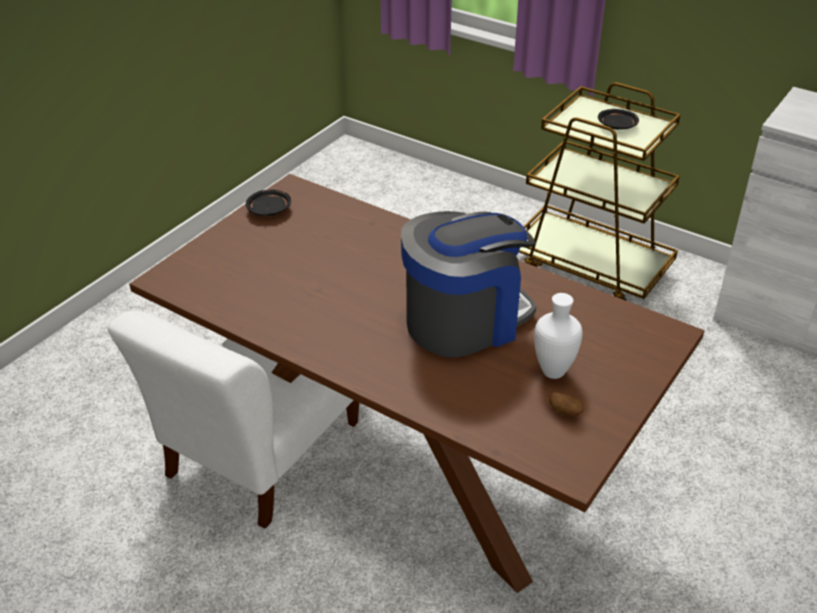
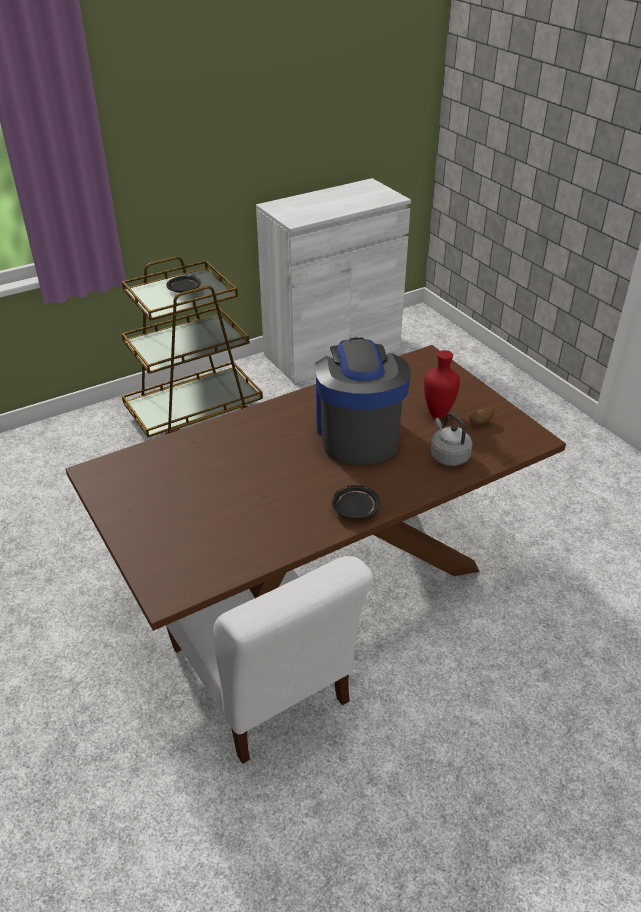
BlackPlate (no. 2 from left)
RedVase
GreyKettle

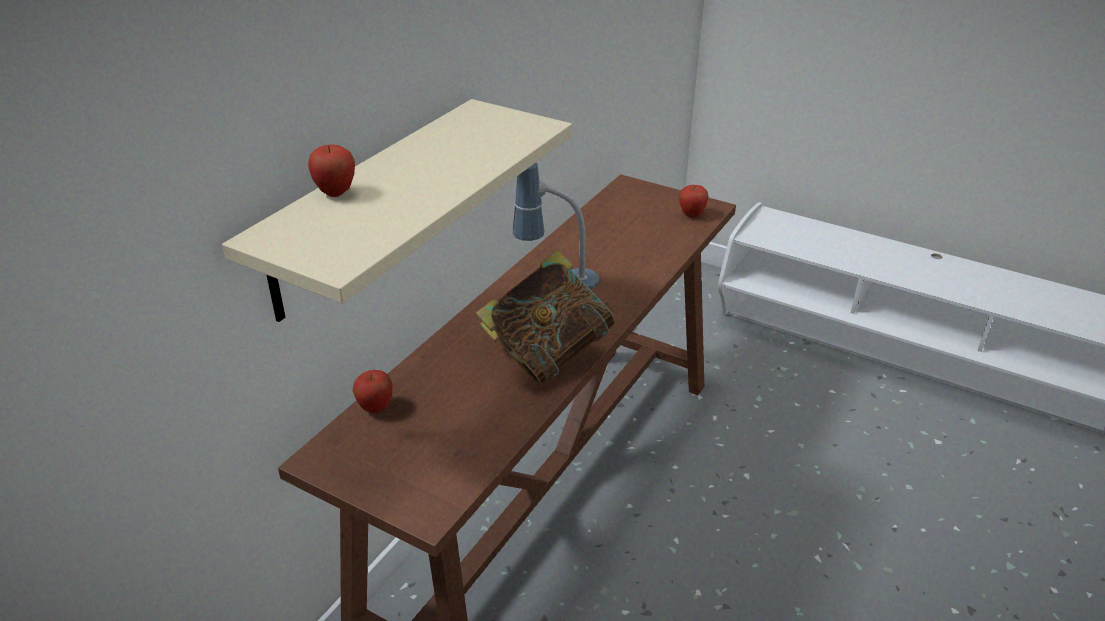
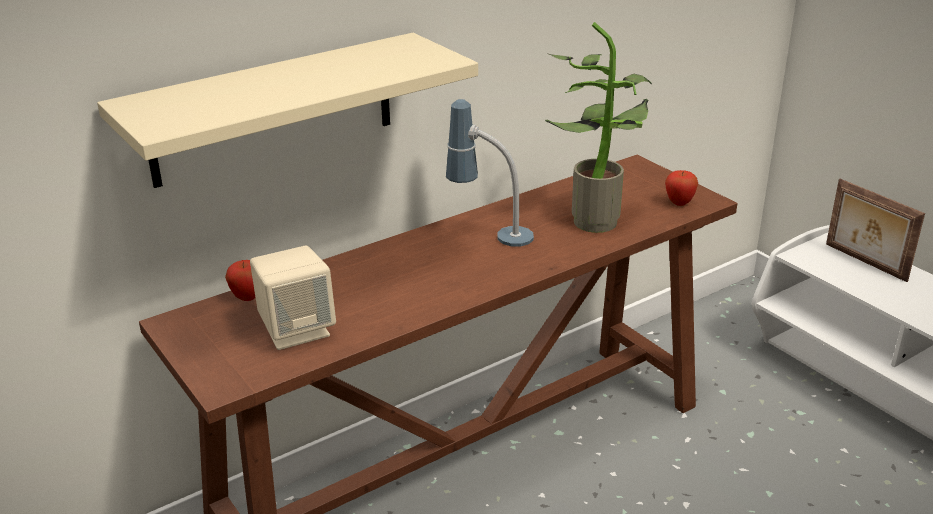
Apple (no. 1 from left in the first image)
Book
BeigeSpeaker
PottedPlant
PictureFrame

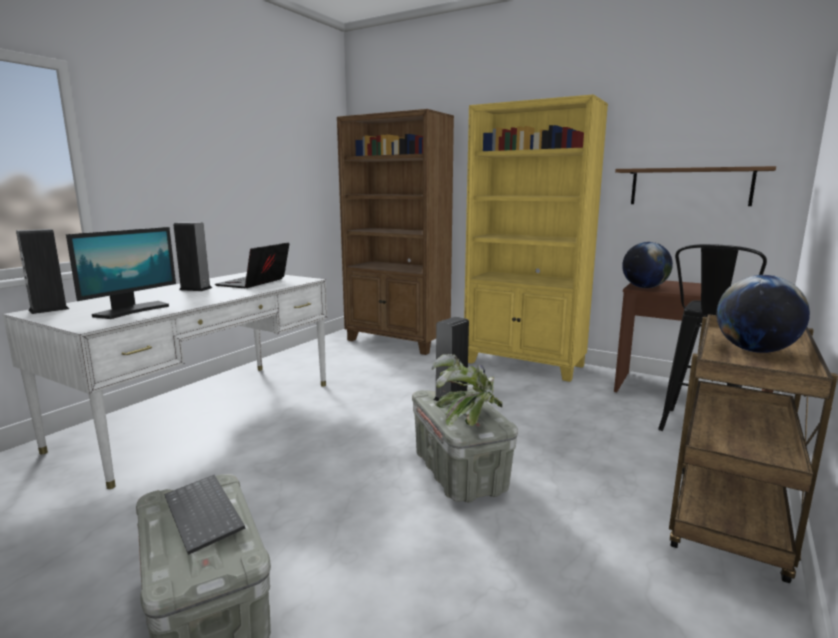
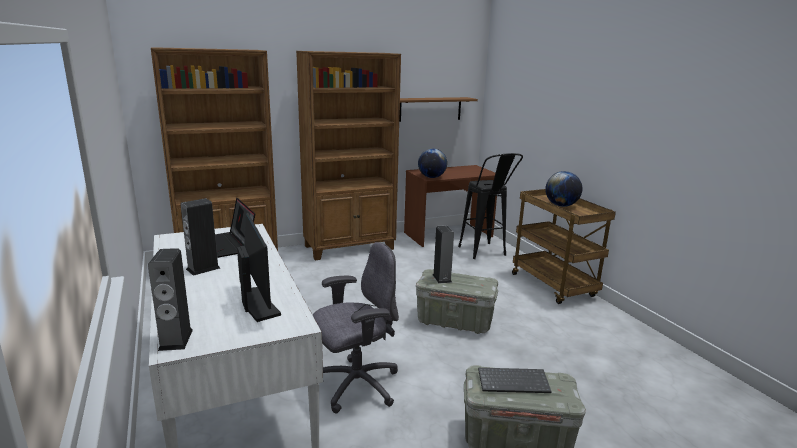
PottedPlant
BrownBookcase (no. 2 from left)
GreyOfficeChair

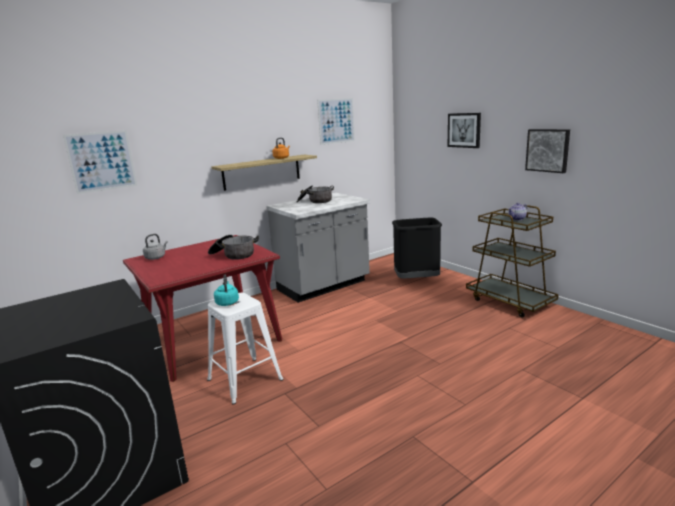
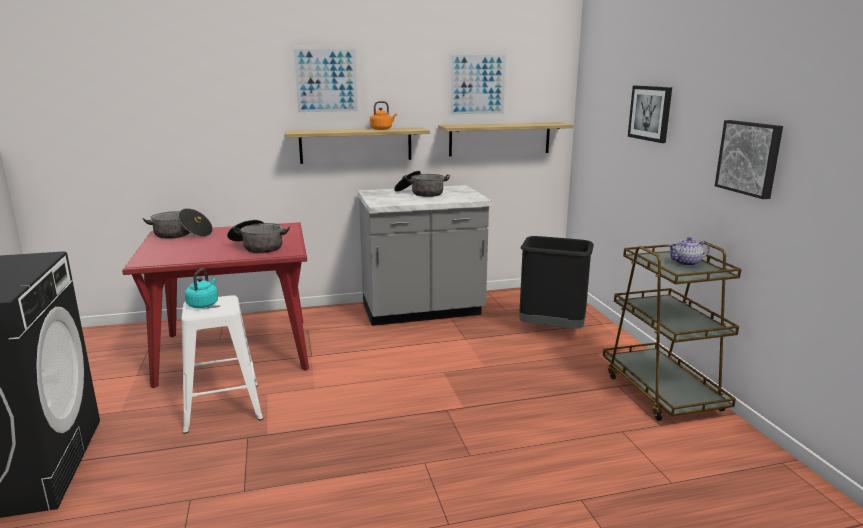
Picture (no. 1 from left)
CookingPot (no. 1 from left)
Shelf (no. 2 from left)

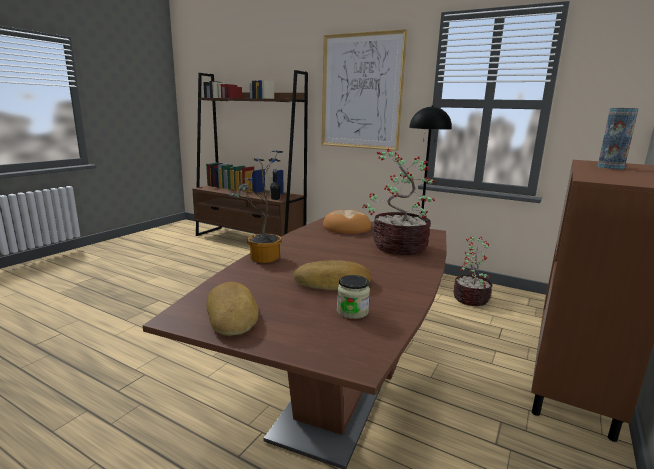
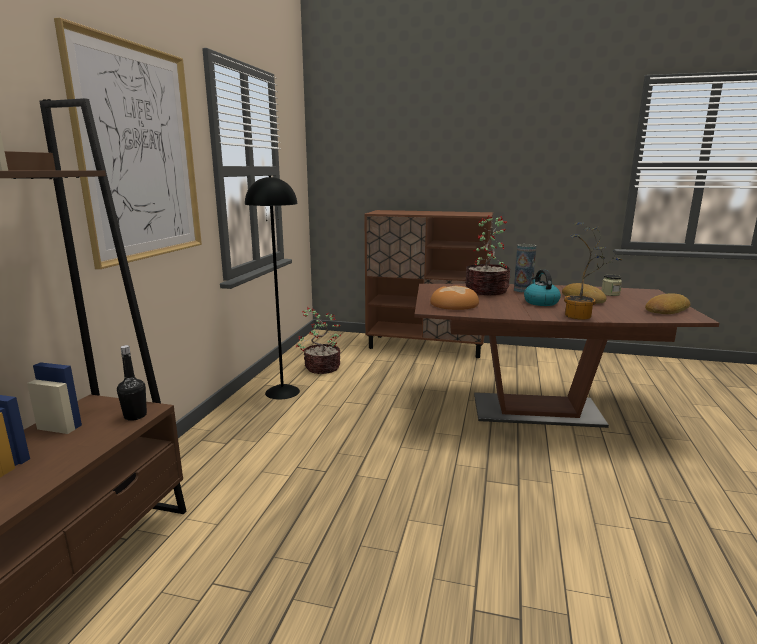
Vase
Kettle

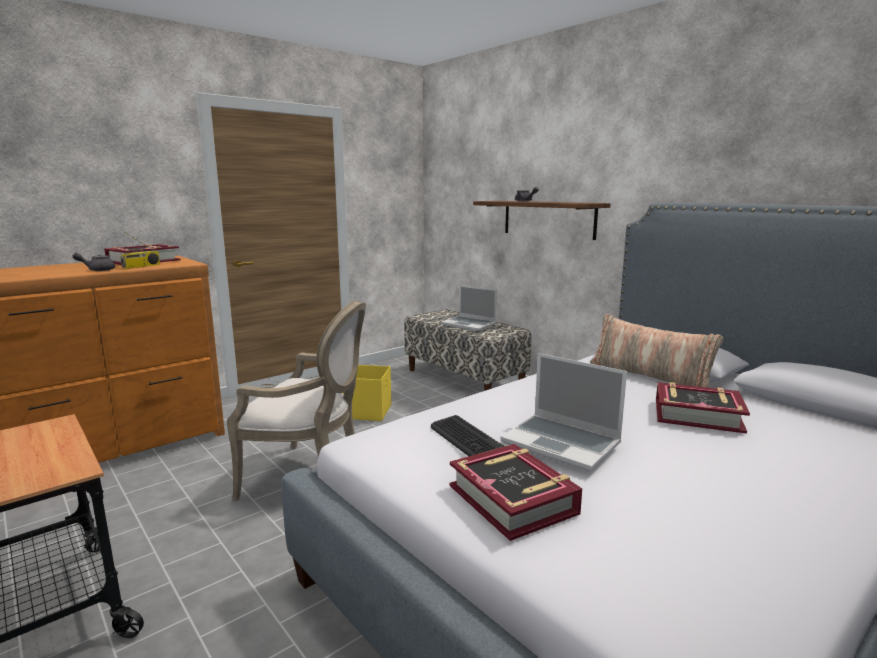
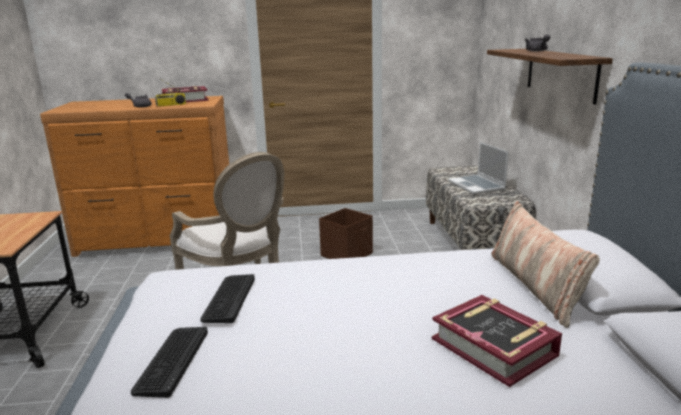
BrownStorageBox
Keyboard (no. 1 from left)
Laptop (no. 2 from left in the first image)

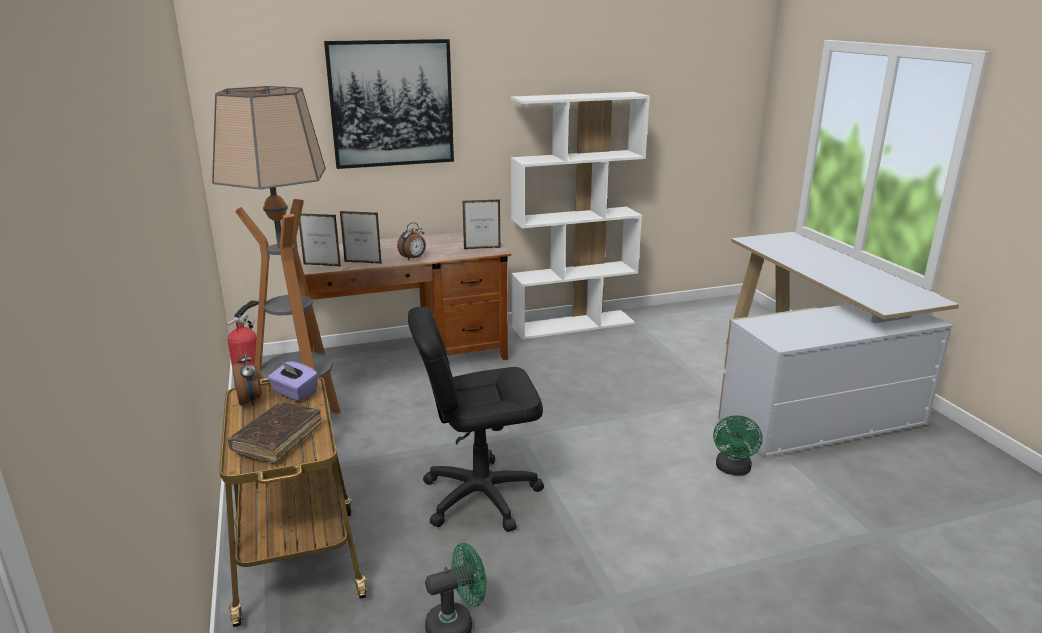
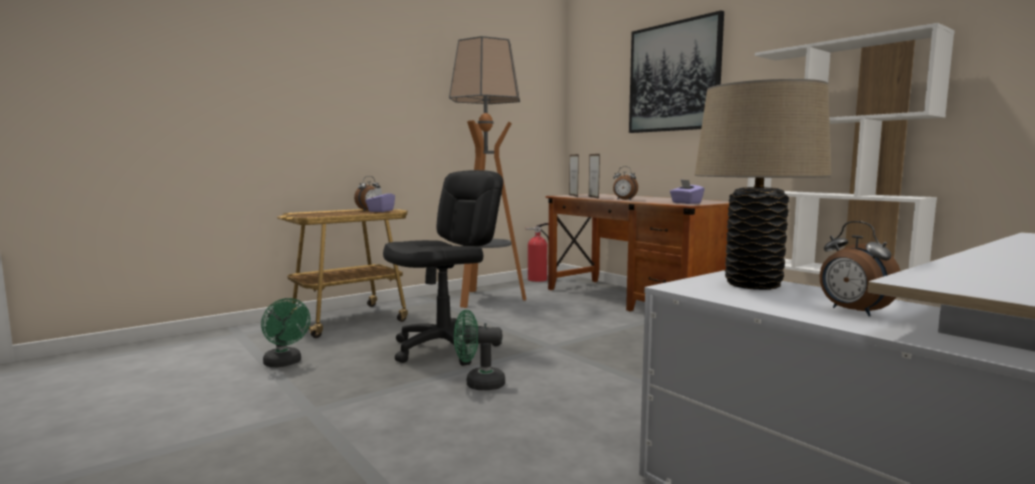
BrownBook
BlackOfficeChair
PurpleTissueBox (no. 2 from left)
GreenFan (no. 2 from left)
BeigeTableLamp
AlarmClock (no. 3 from left)

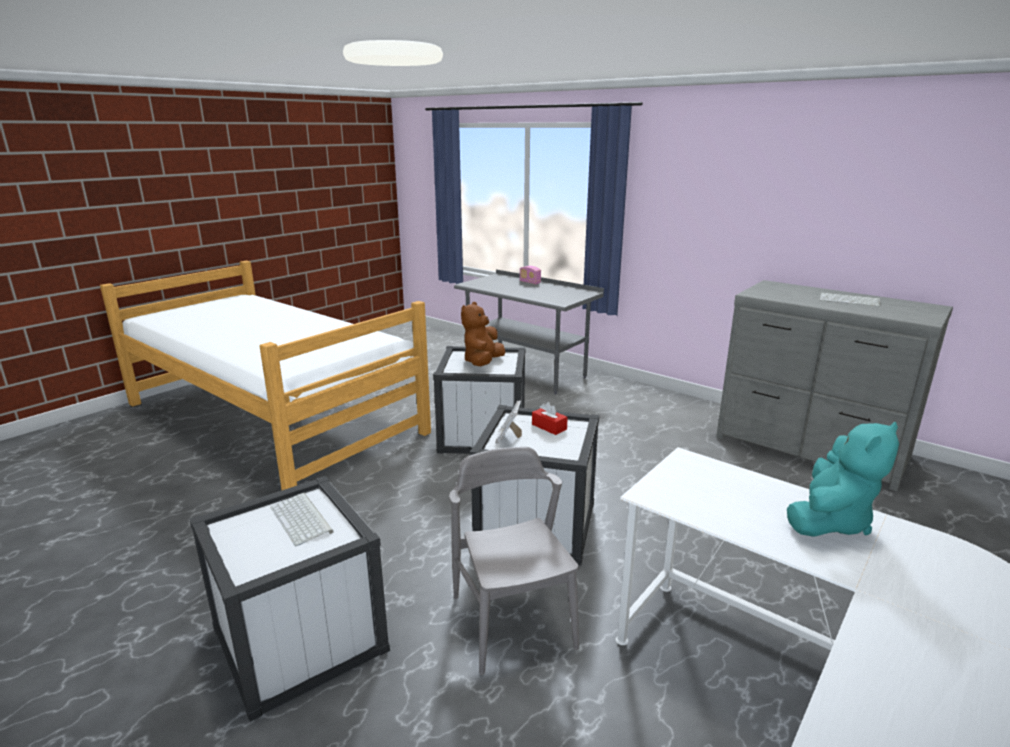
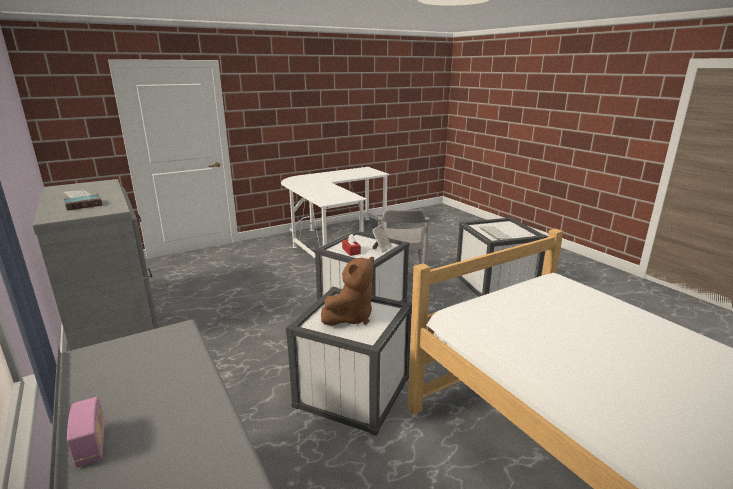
TurquoisePlushToy
Book

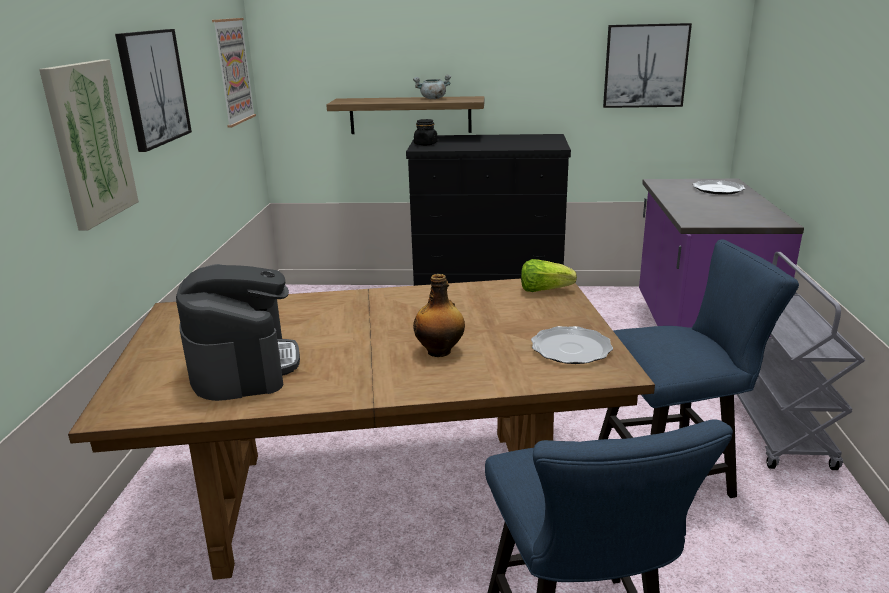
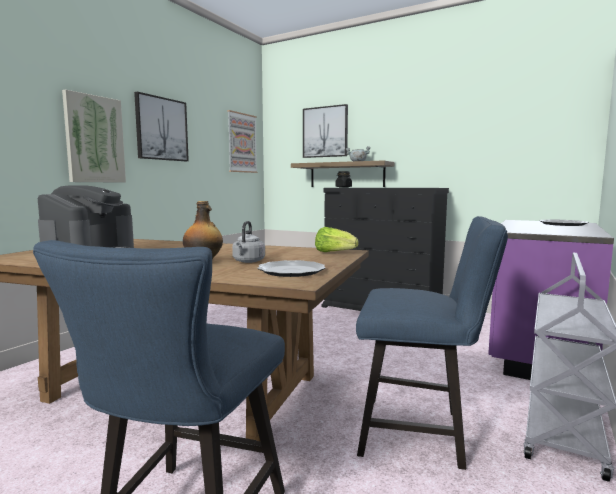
Picture (no. 4 from left)
GreyKettle

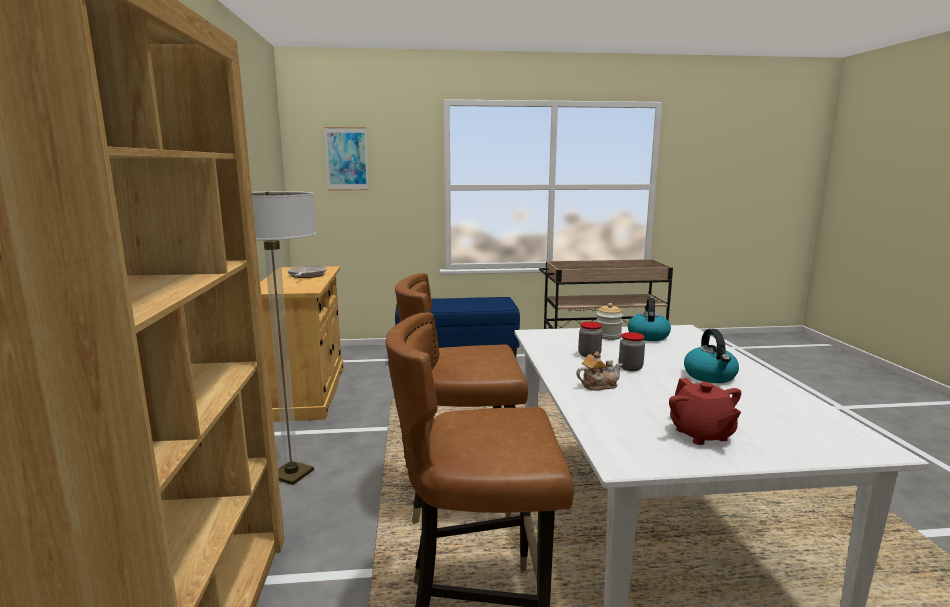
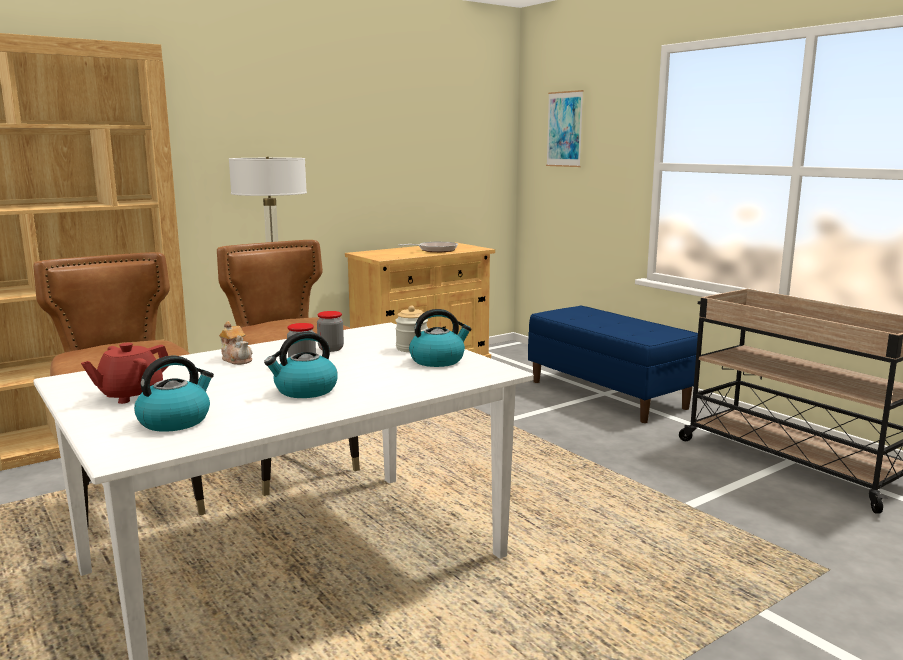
Kettle (no. 1 from left)

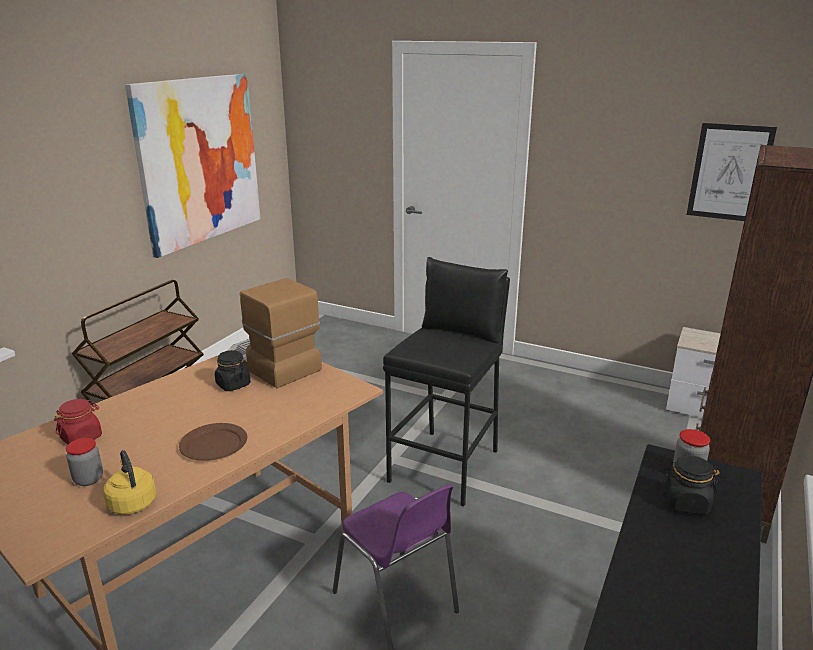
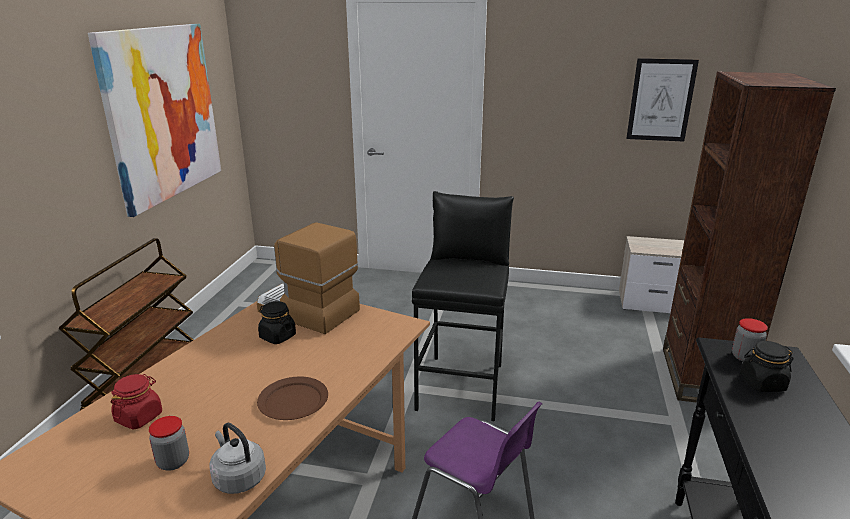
GreyKettle

